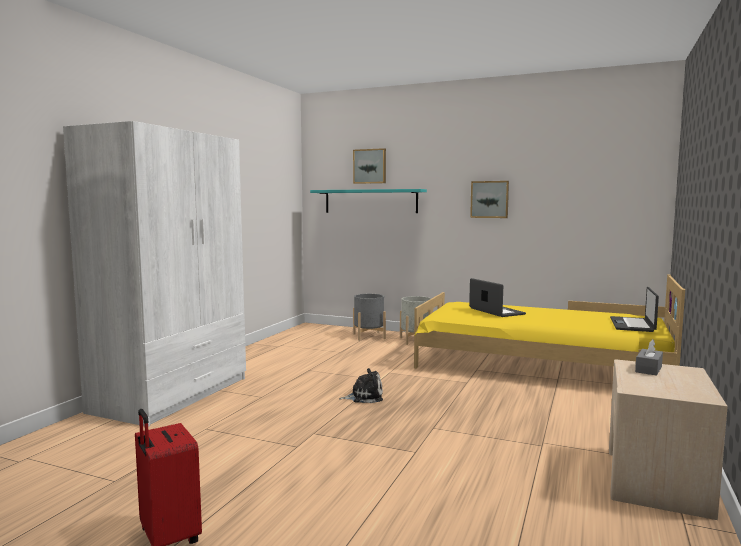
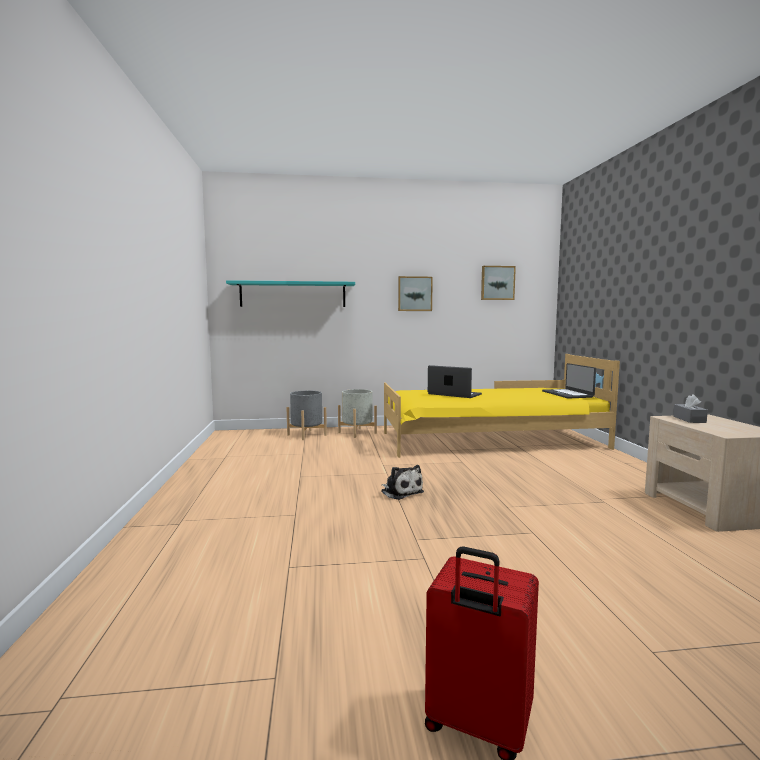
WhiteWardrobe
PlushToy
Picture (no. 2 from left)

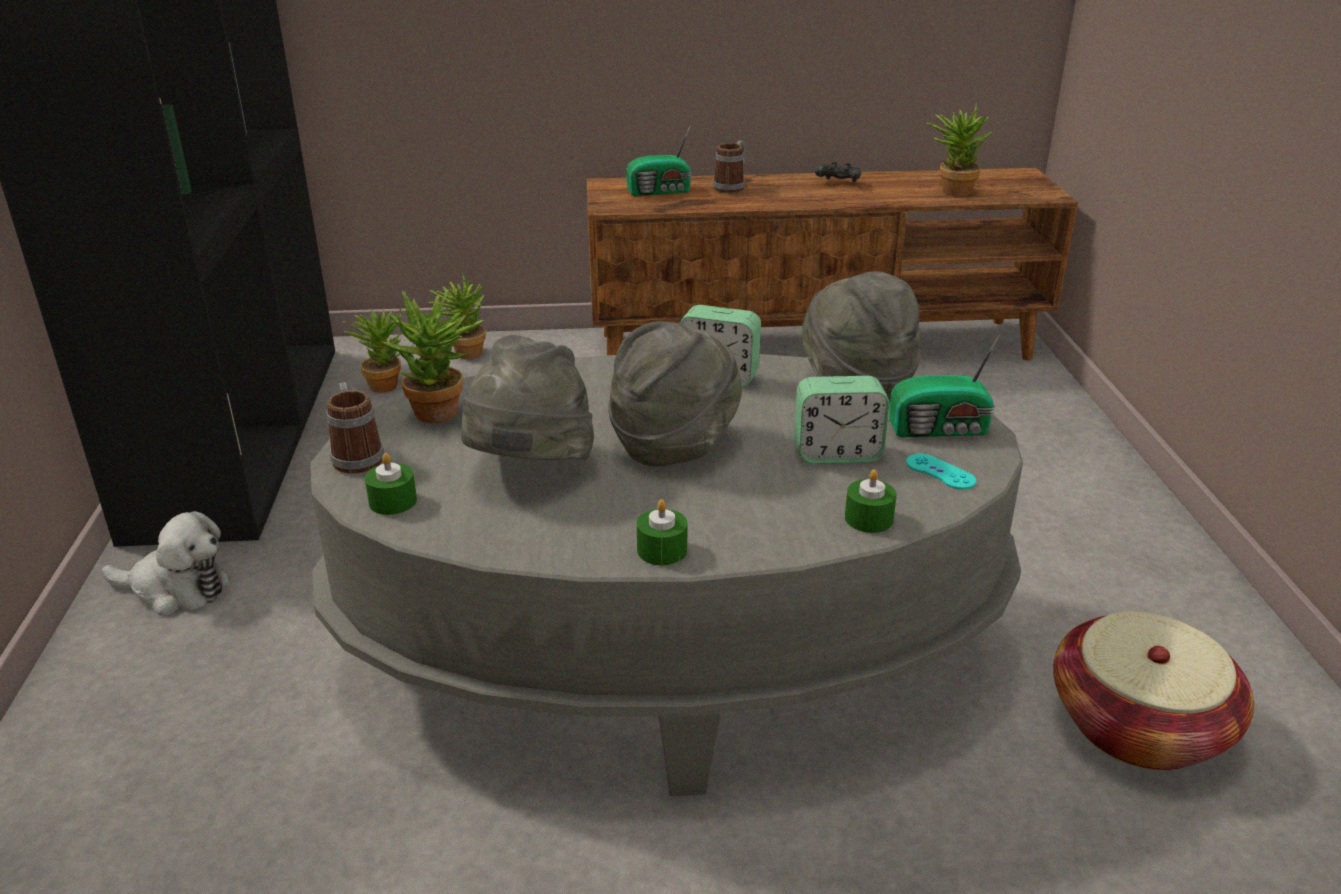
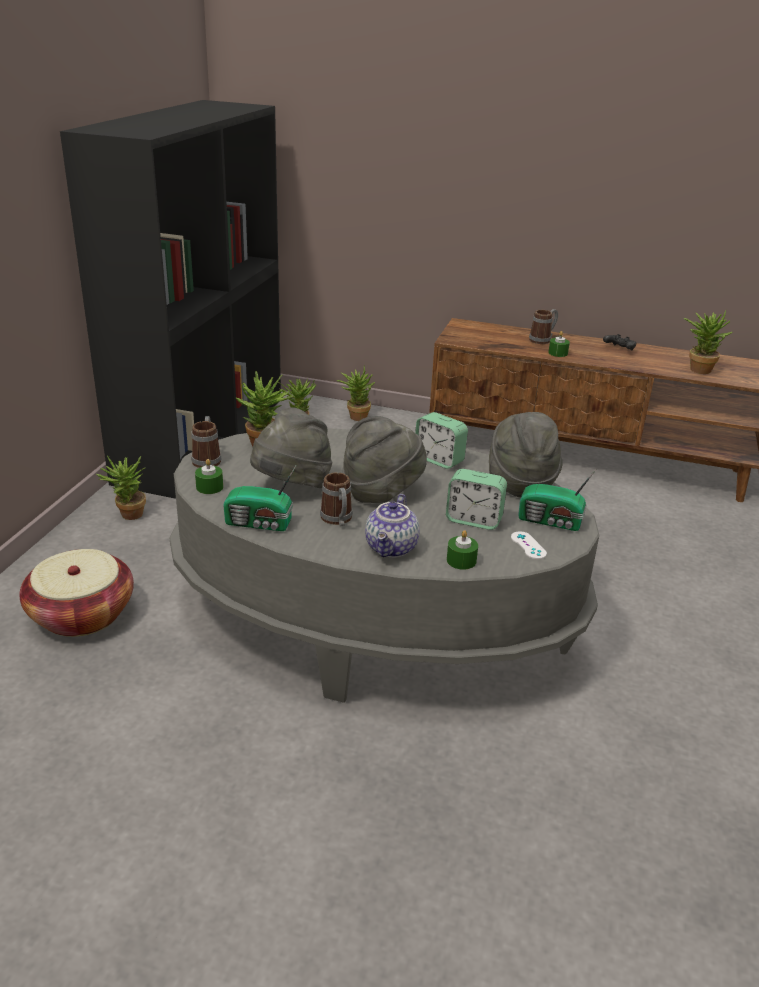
PottedPlant (no. 1 from left)
Radio (no. 1 from left)
GreenCandle (no. 3 from left)
WhiteGameController
Basket
Mug (no. 2 from left)
Teapot

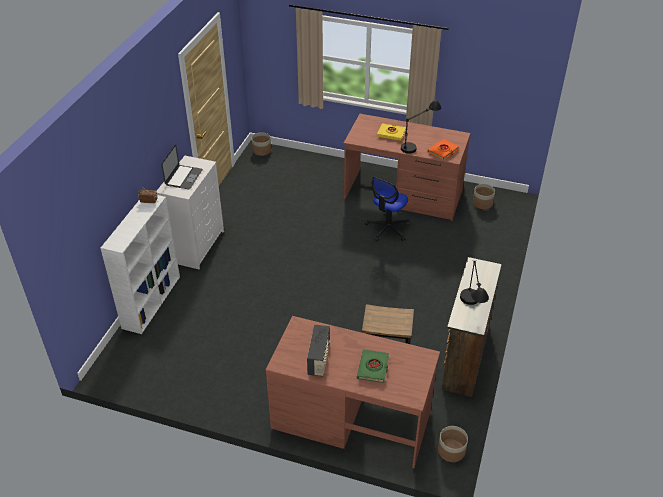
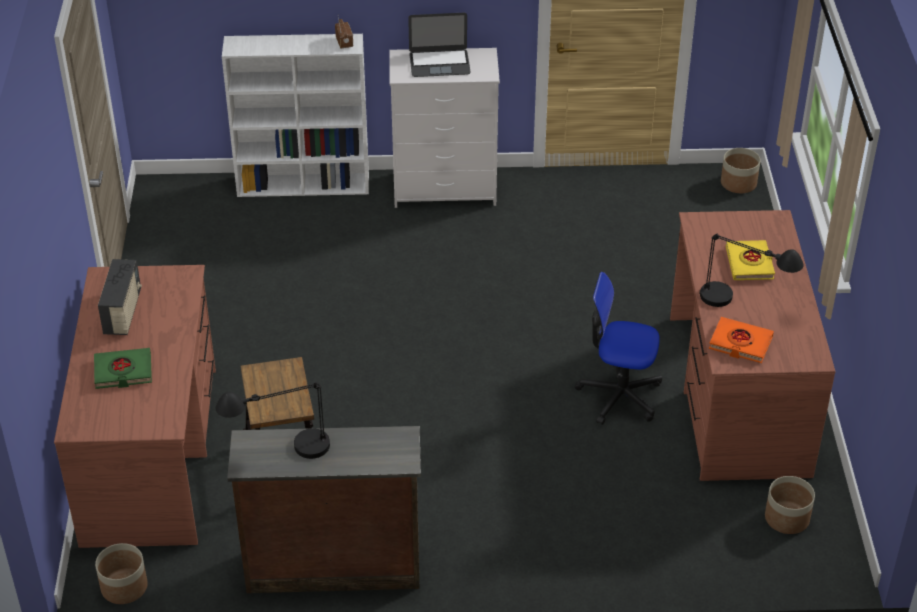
Radio (no. 1 from left)

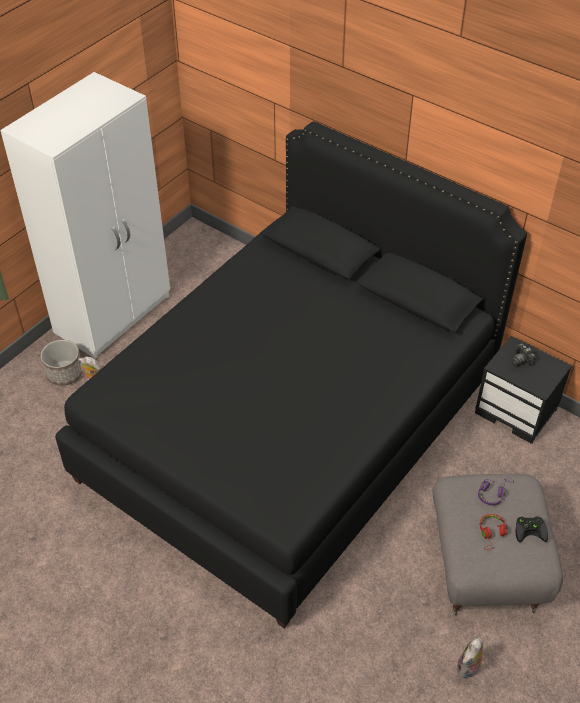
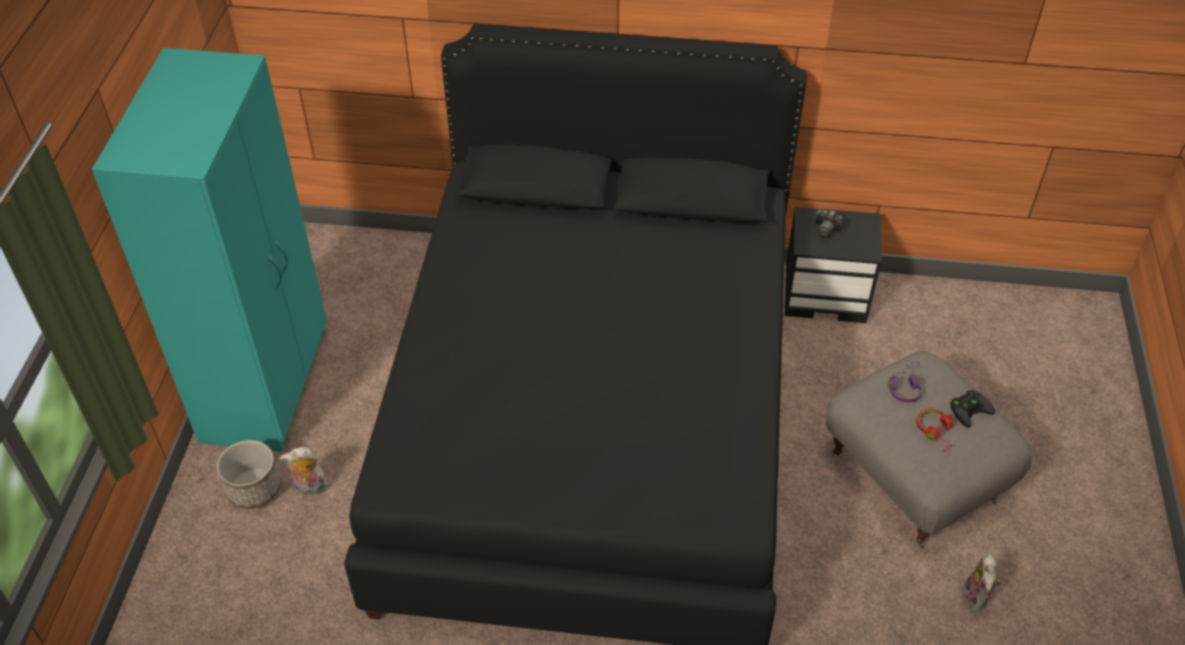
TurquoiseWardrobe

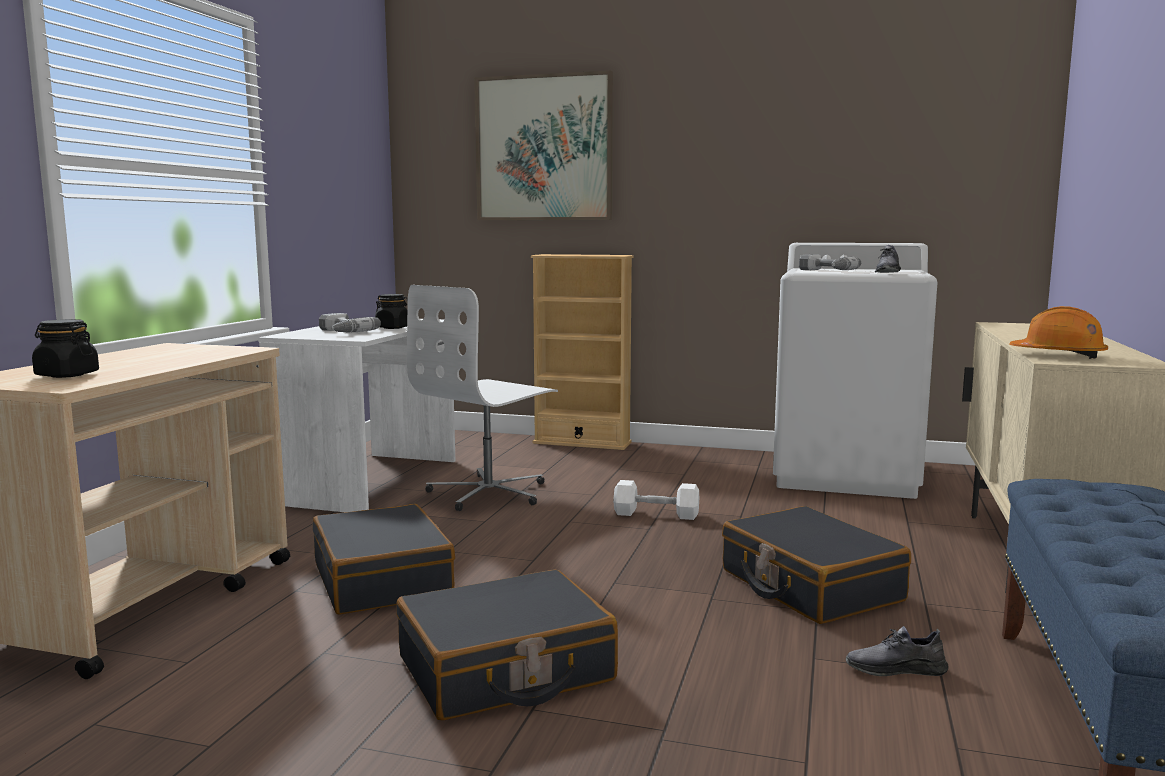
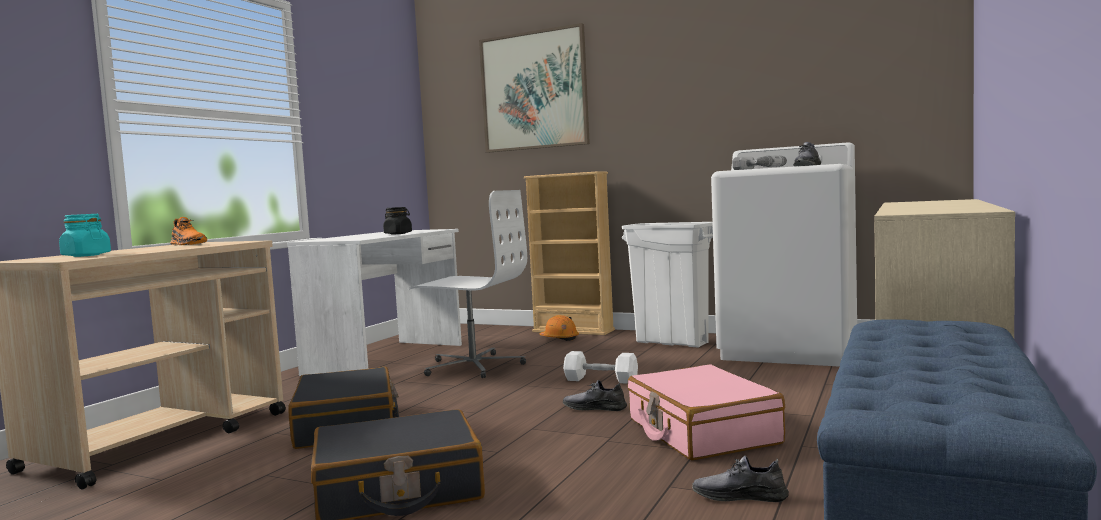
TurquoiseJar
PowerDrill (no. 1 from left in the first image)
WhiteOfficeChair
PinkSuitcase
OrangeHardHat
OrangeShoe
GreyShoe (no. 1 from left)
WhiteTrashCan

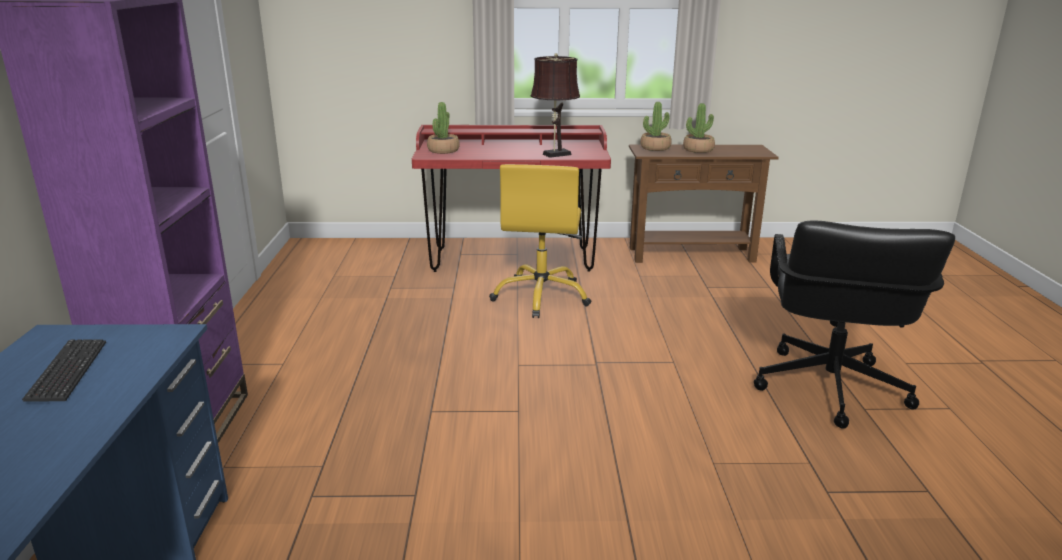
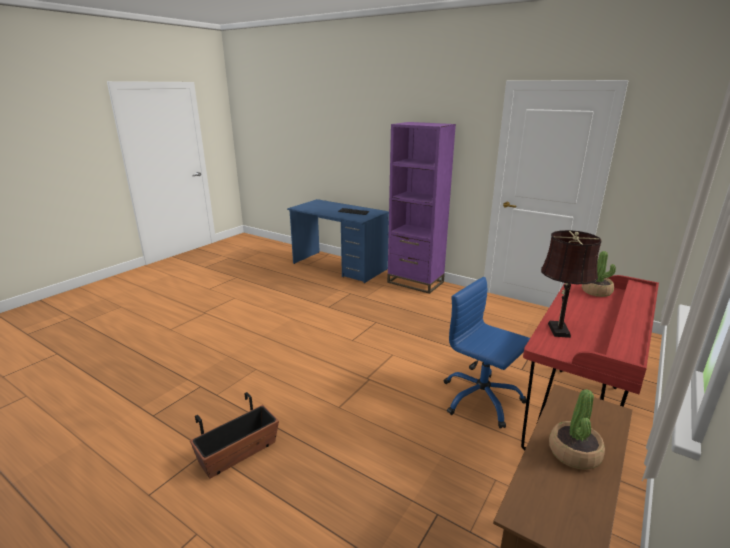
BlueOfficeChair
PottedPlant (no. 2 from left in the first image)
Planter

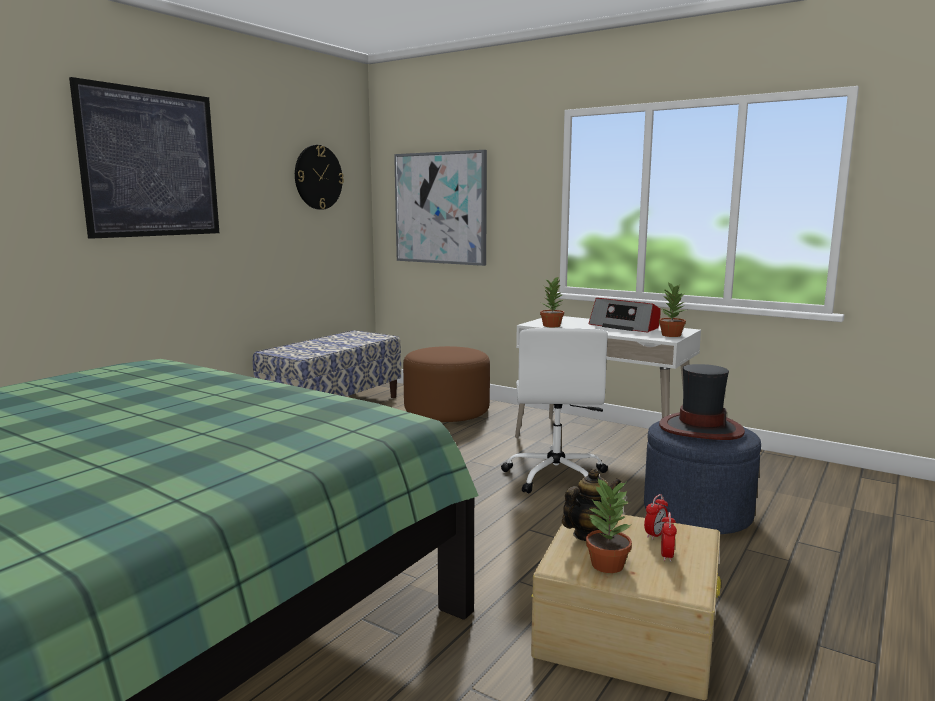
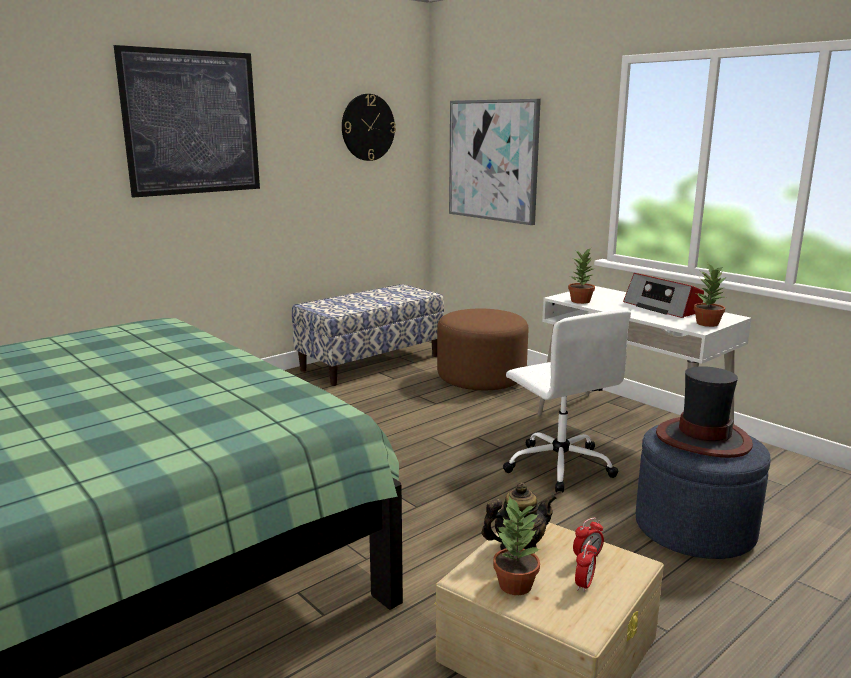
WhiteOfficeChair

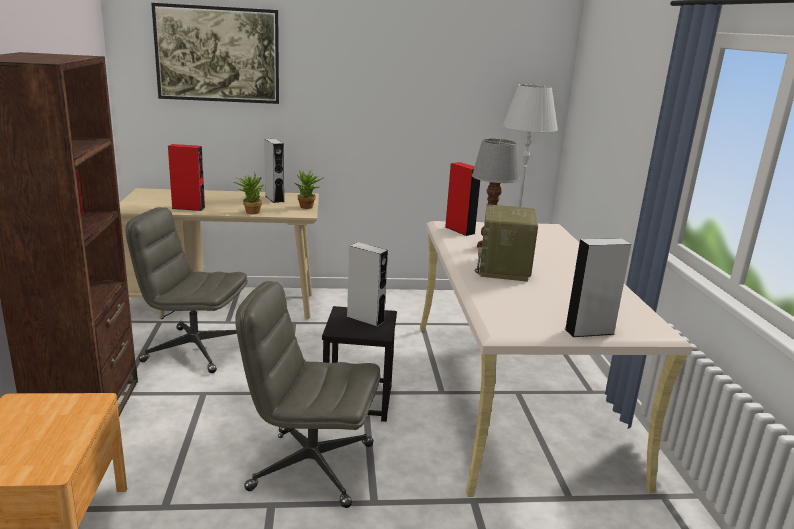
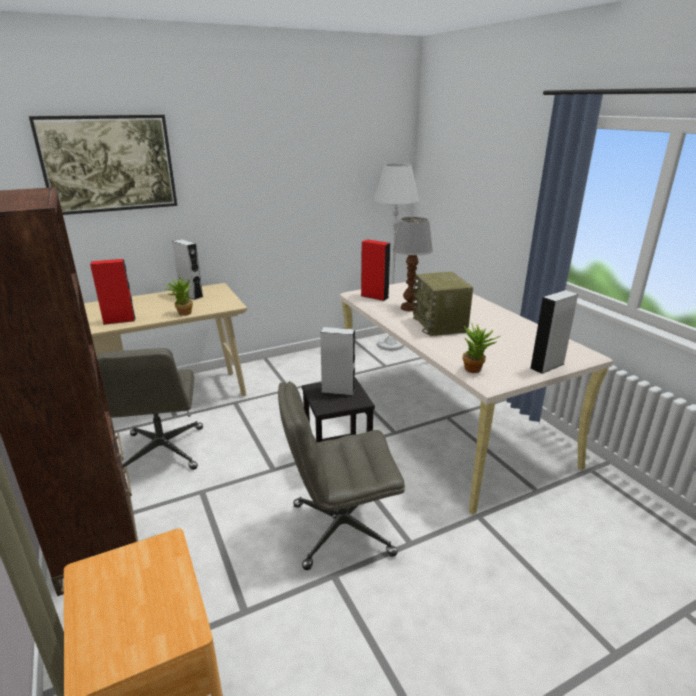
GreyOfficeChair (no. 1 from left)
PottedPlant (no. 2 from left)

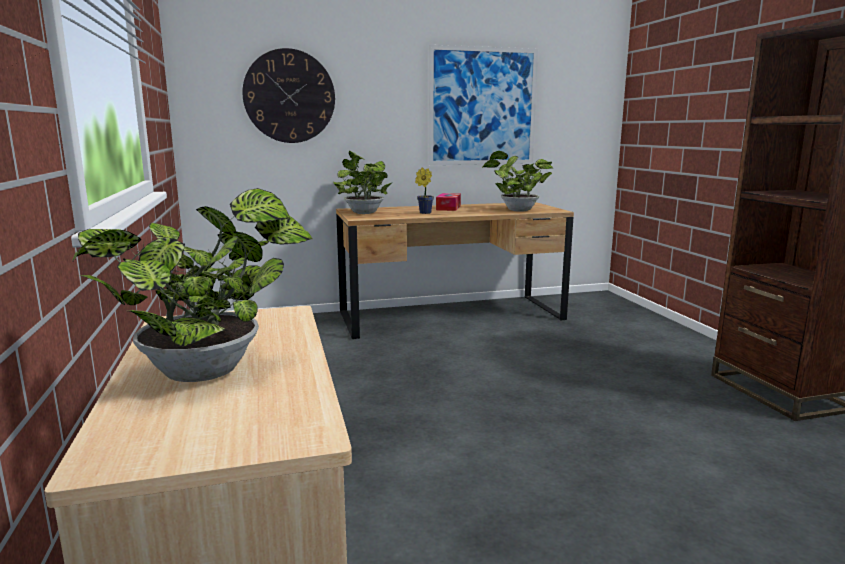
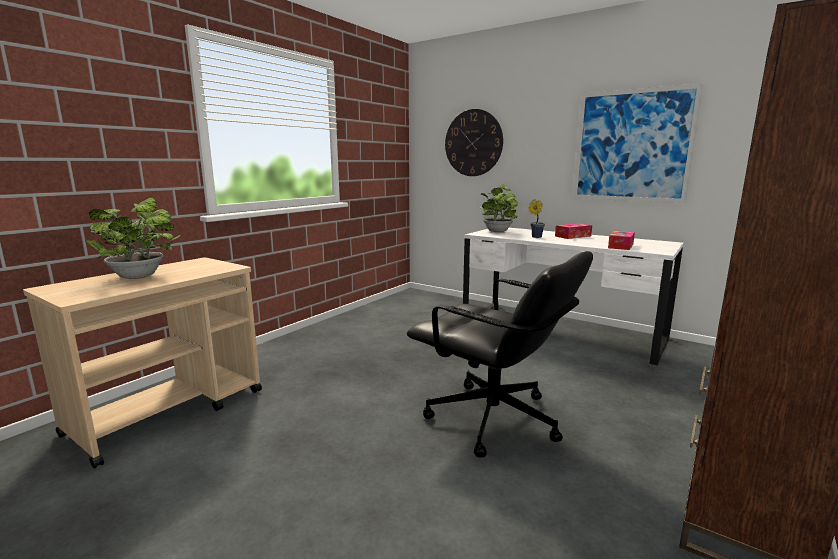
WhiteDesk
TissueBox (no. 2 from left)
BlackOfficeChair

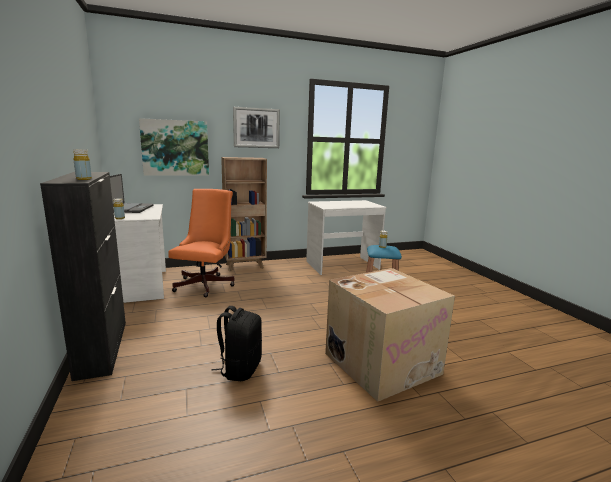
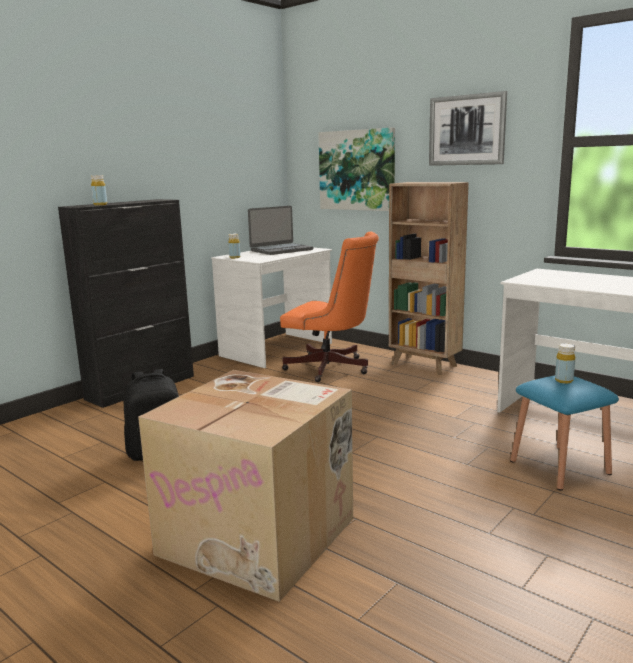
OrangeOfficeChair

